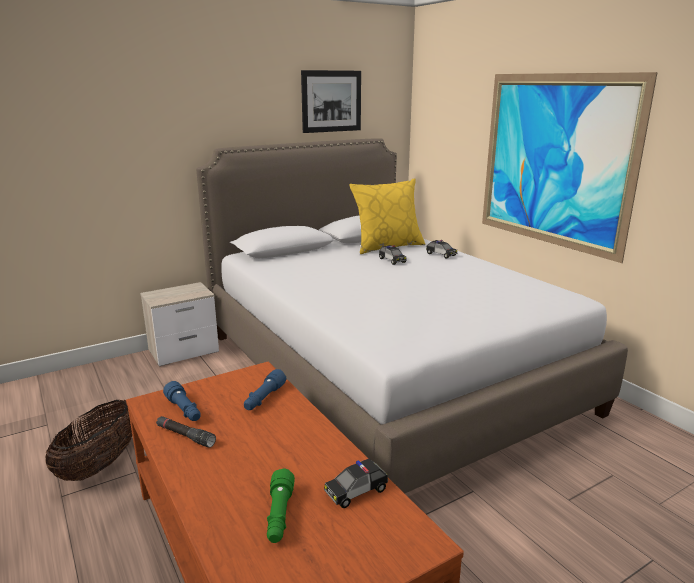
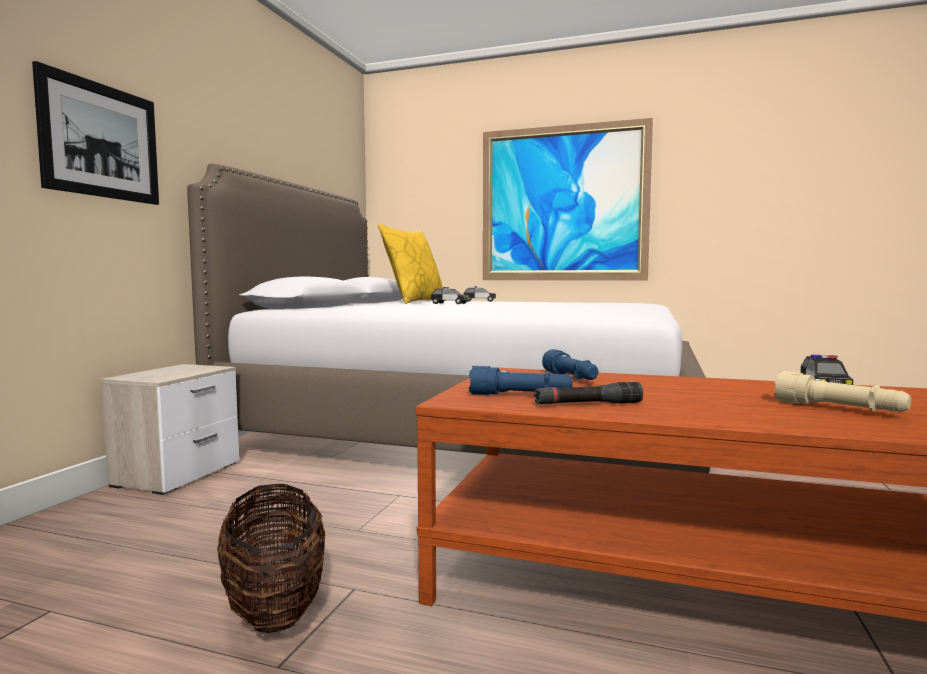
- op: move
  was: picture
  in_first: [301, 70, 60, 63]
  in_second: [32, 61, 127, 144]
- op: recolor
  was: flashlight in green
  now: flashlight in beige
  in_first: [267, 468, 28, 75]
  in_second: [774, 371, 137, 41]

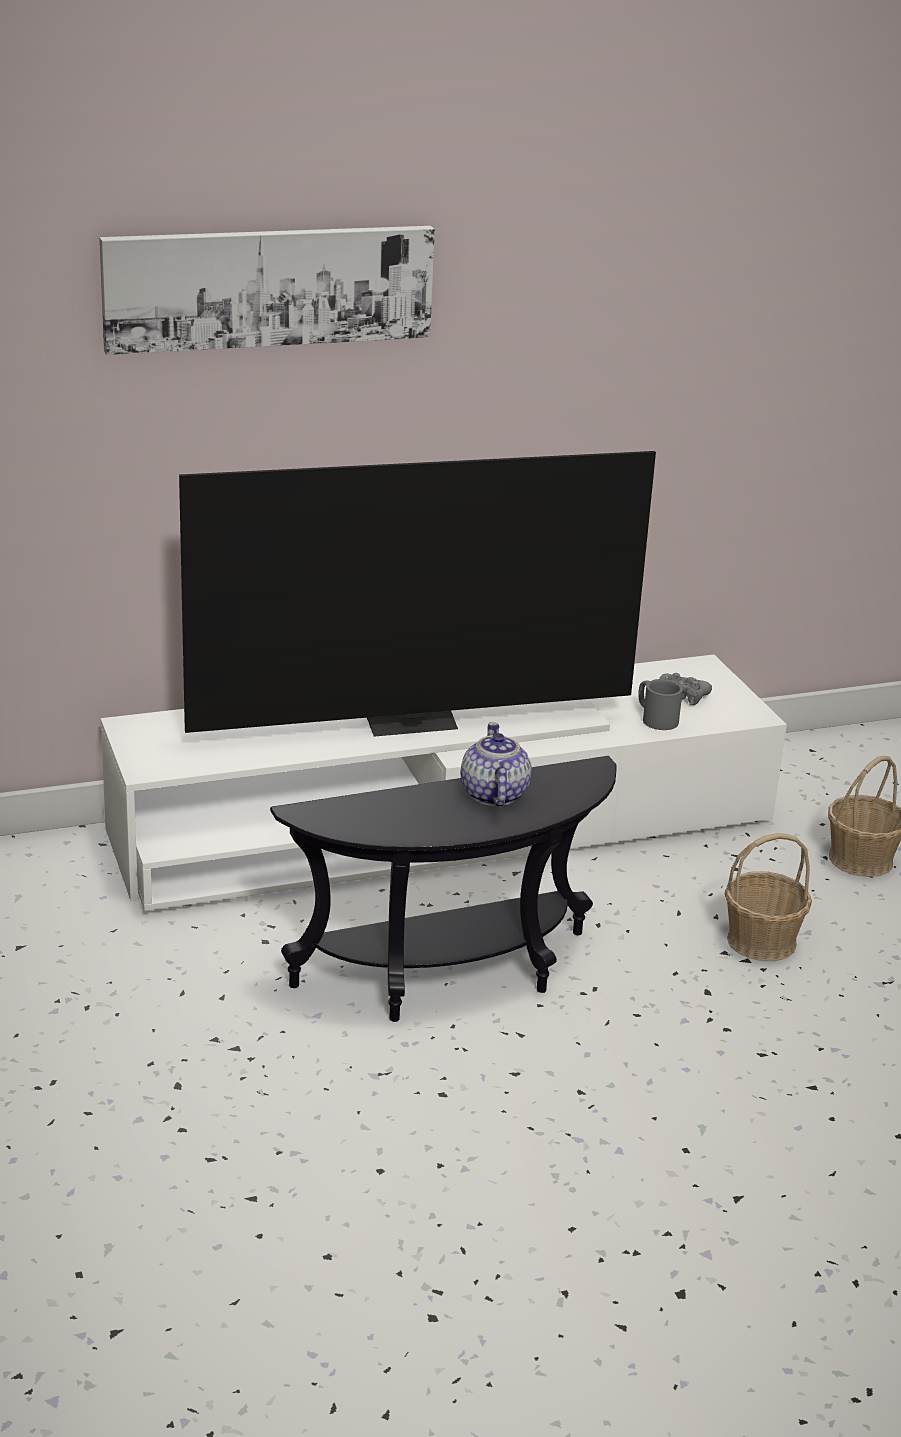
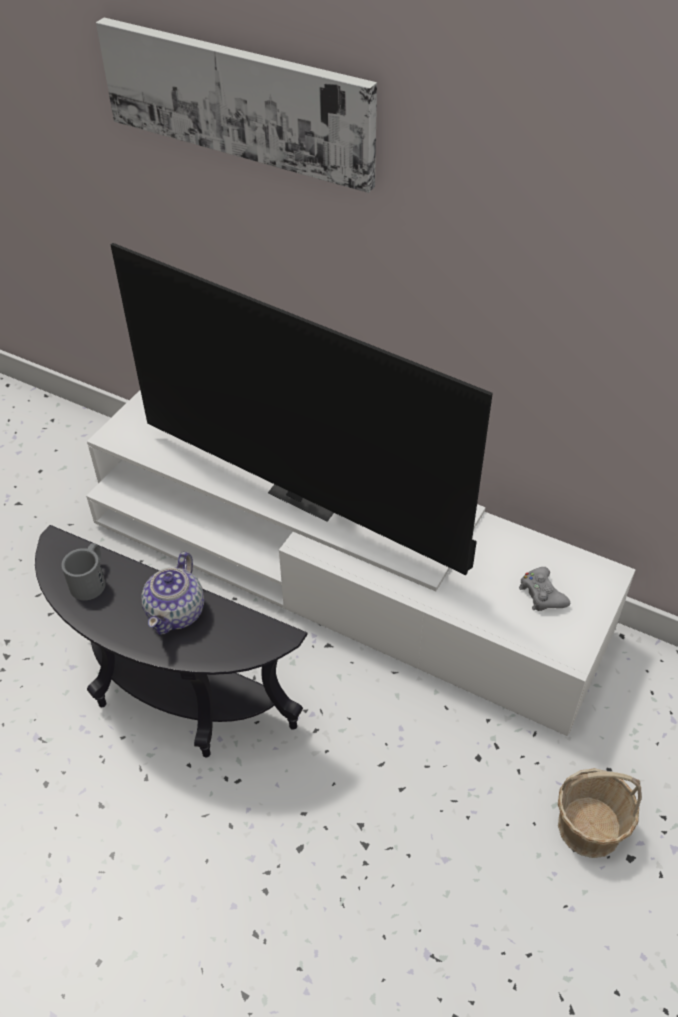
- op: move
  was: mug in grey
  in_first: [638, 679, 45, 51]
  in_second: [61, 543, 44, 57]
- op: rotate
  was: teapot
  in_first: [461, 722, 71, 84]
  in_second: [141, 552, 63, 83]
  clockwise: 150
- op: delete
  was: basket
  in_first: [725, 833, 87, 128]

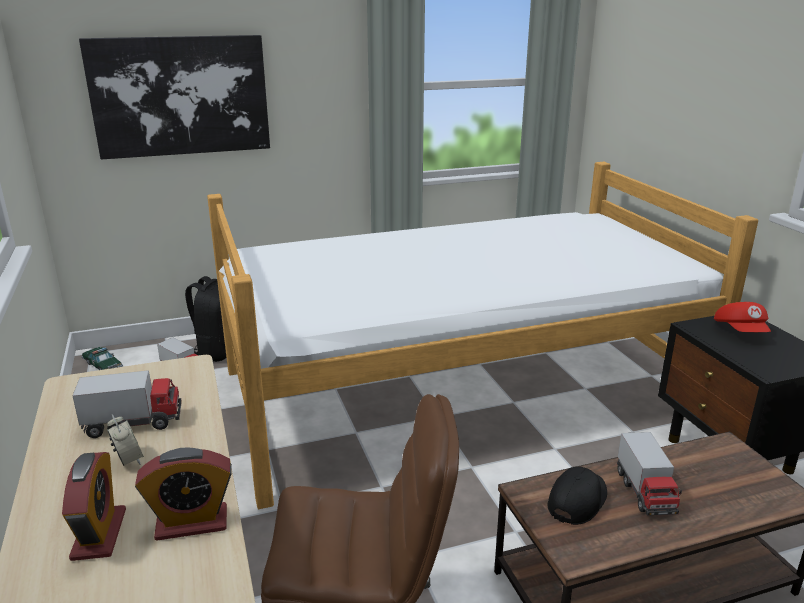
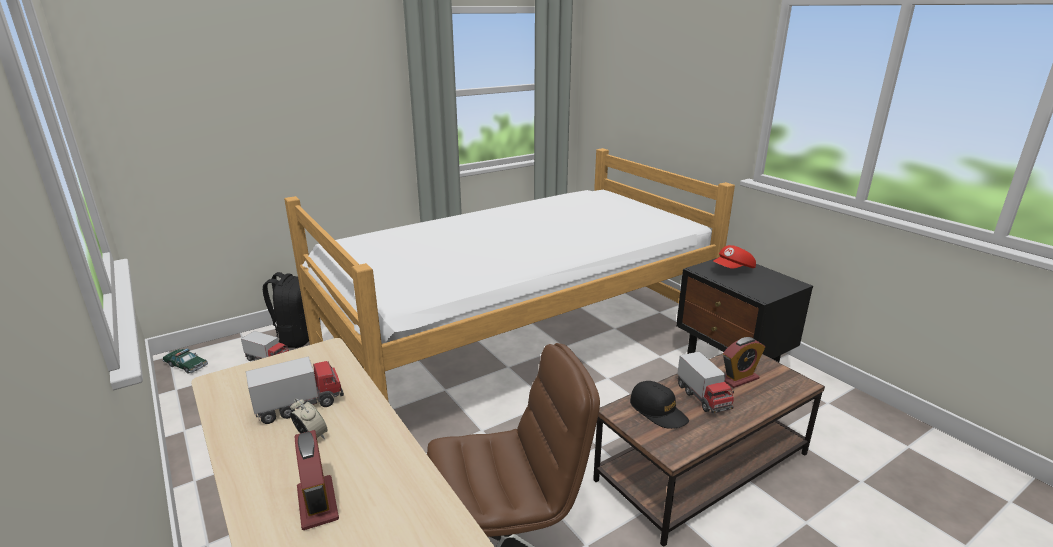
- op: delete
  was: picture
  in_first: [79, 35, 191, 124]
- op: rotate
  was: cap in red
  in_first: [714, 302, 57, 30]
  in_second: [713, 245, 43, 24]
  clockwise: 75
- op: move
  was: alarm clock
  in_first: [135, 448, 97, 93]
  in_second: [723, 337, 42, 51]
- op: rotate
  was: cap in black
  in_first: [548, 466, 59, 59]
  in_second: [630, 381, 59, 48]
  clockwise: 120

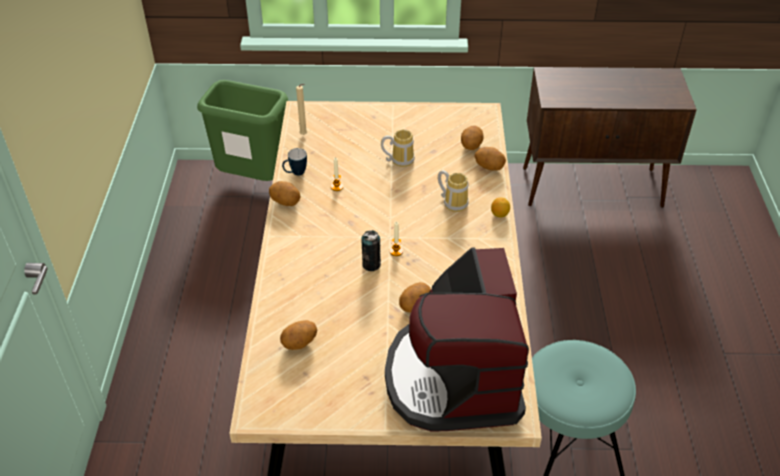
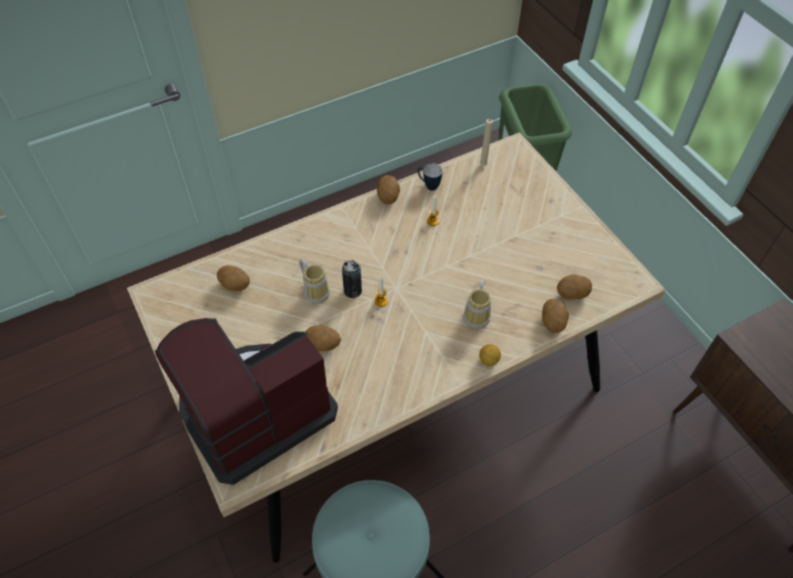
- op: move
  was: mug
  in_first: [381, 130, 34, 37]
  in_second: [299, 258, 31, 46]

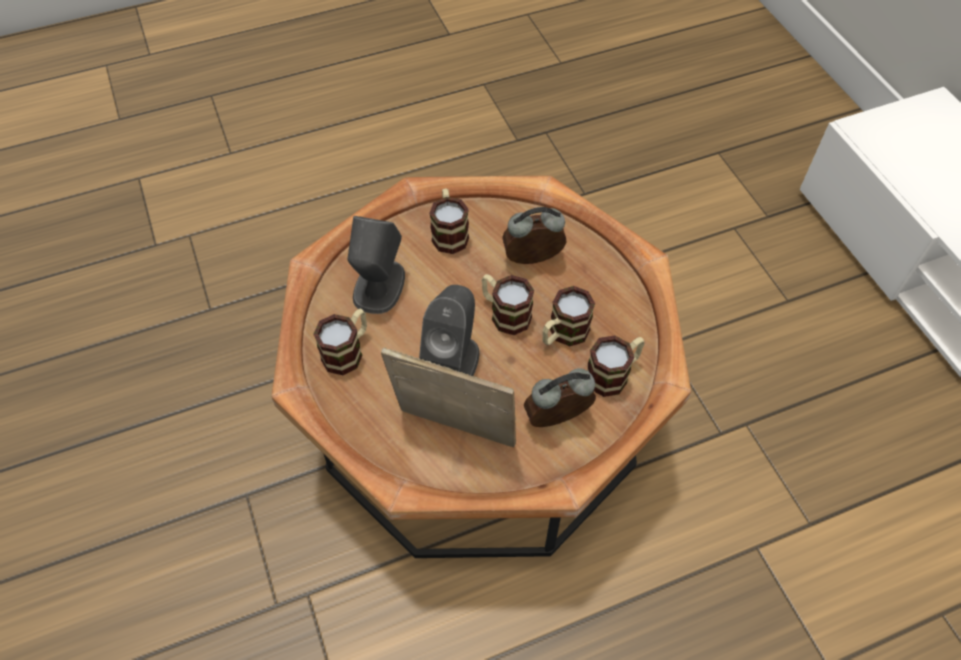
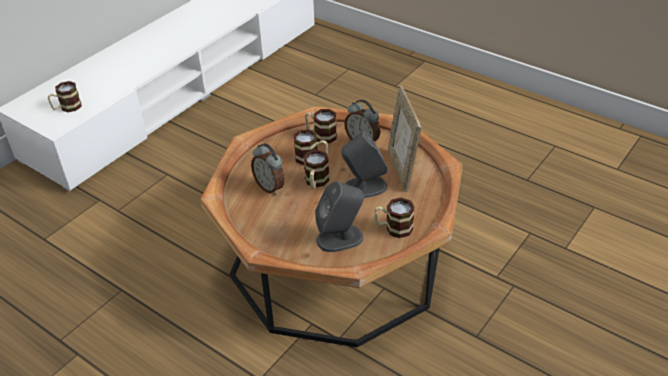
- op: move
  was: mug
  in_first: [429, 189, 40, 65]
  in_second: [48, 81, 34, 31]

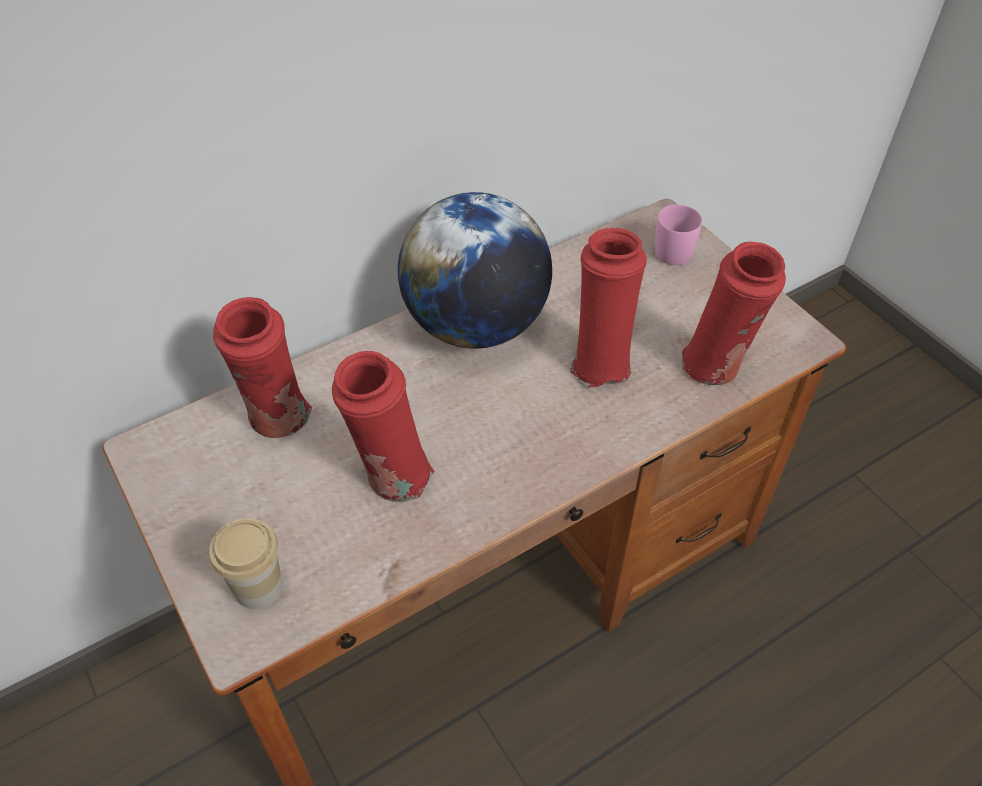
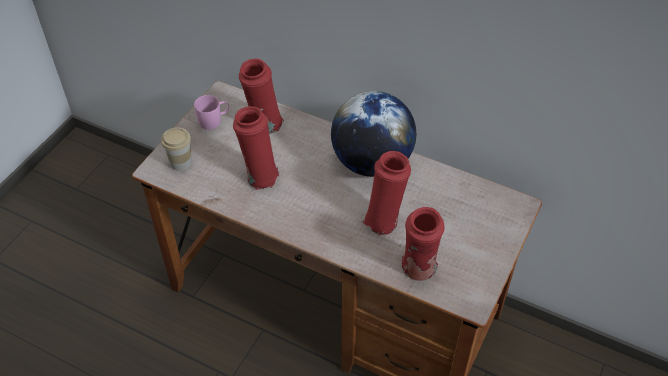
- op: move
  was: mug in pink
  in_first: [655, 205, 47, 60]
  in_second: [194, 95, 35, 35]

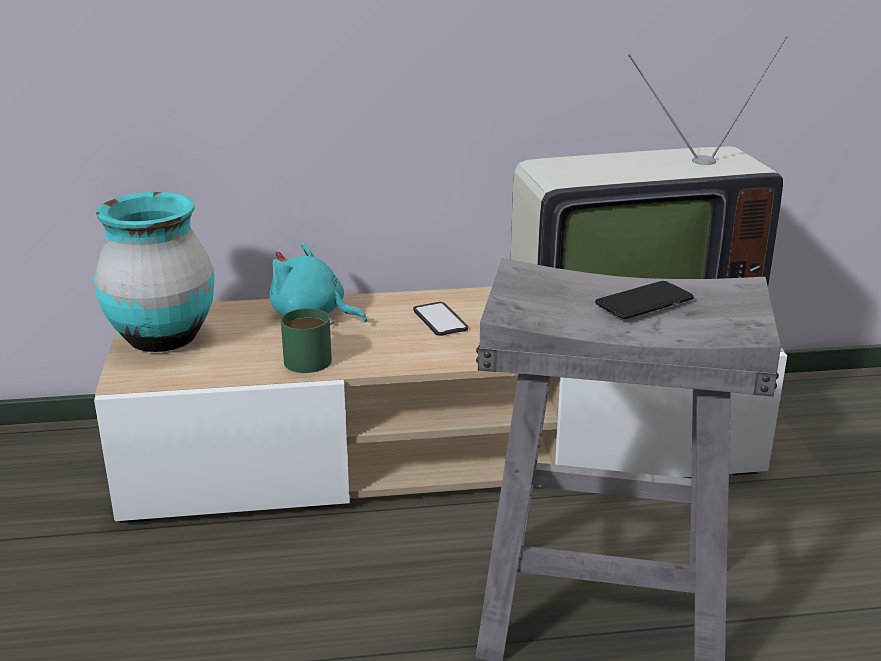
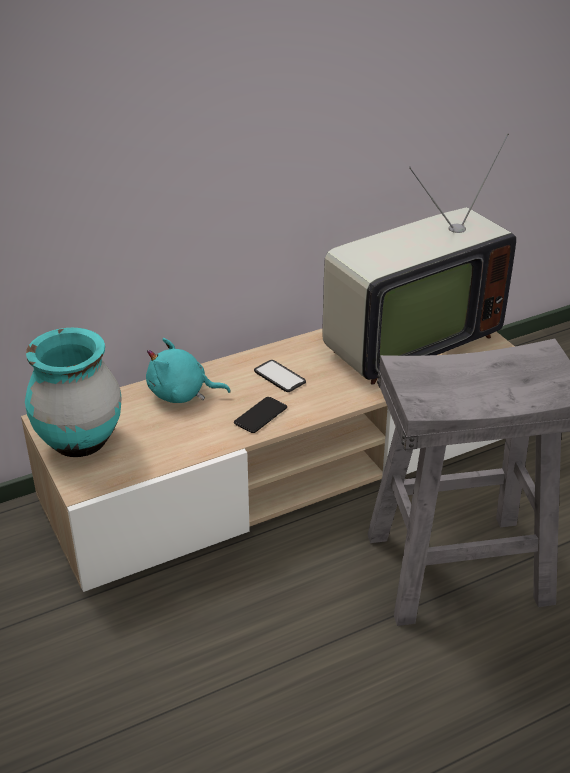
- op: move
  was: phone
  in_first: [595, 281, 99, 38]
  in_second: [234, 397, 53, 36]
- op: delete
  was: mug in green
  in_first: [281, 308, 51, 65]

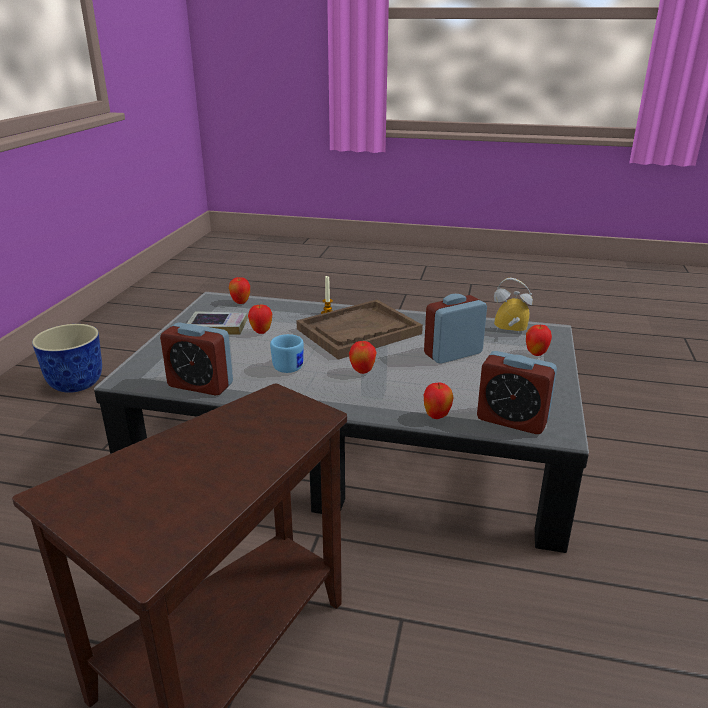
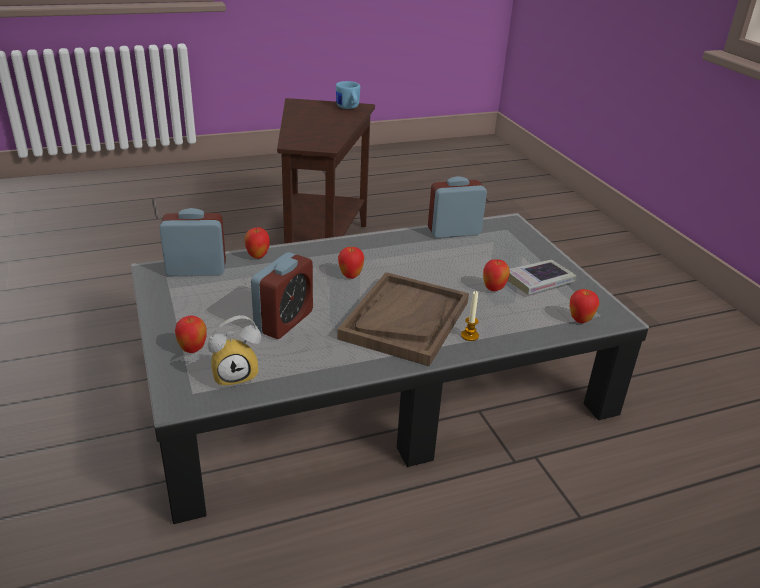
- op: delete
  was: planter
  in_first: [32, 324, 70, 69]
- op: move
  was: mug in blue
  in_first: [270, 334, 34, 39]
  in_second: [336, 81, 24, 28]

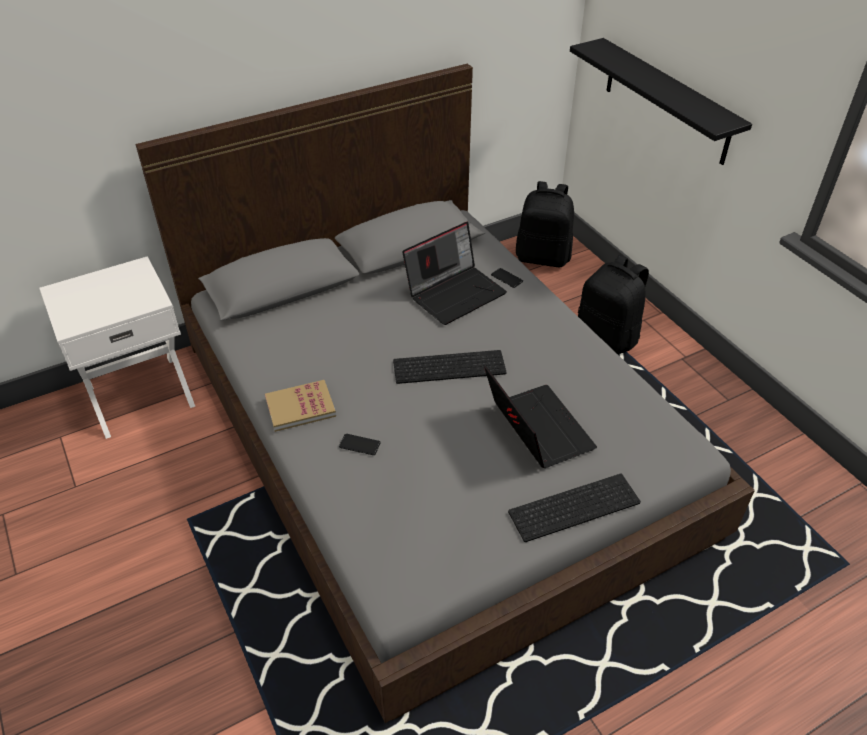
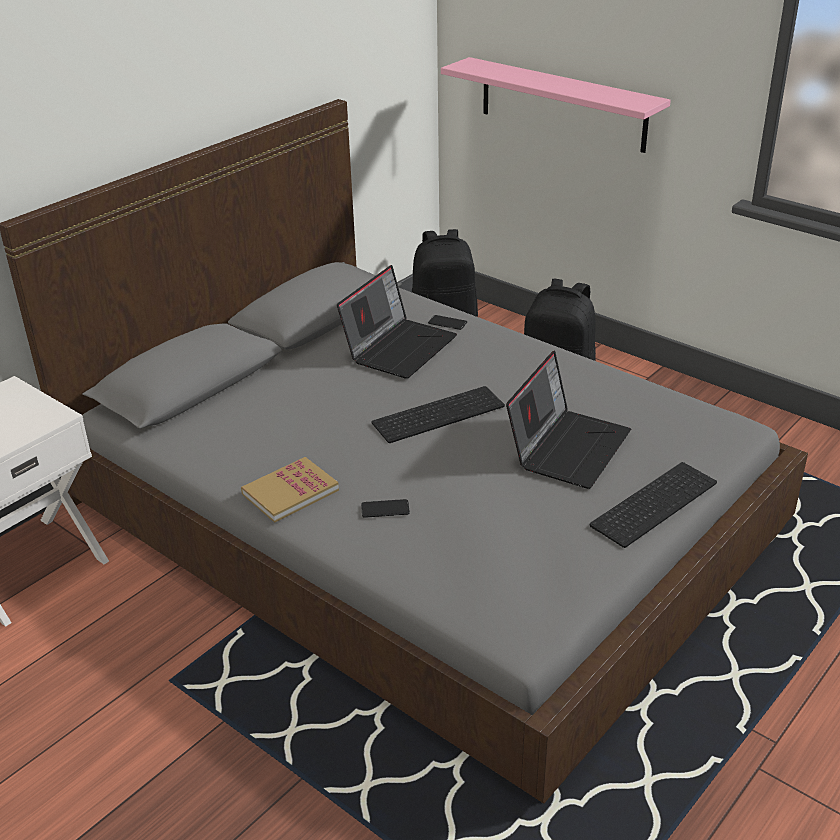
- op: recolor
  was: shelf in black
  now: shelf in pink
  in_first: [570, 38, 182, 127]
  in_second: [441, 57, 230, 96]
- op: rotate
  was: laptop
  in_first: [484, 365, 113, 103]
  in_second: [506, 350, 125, 139]
  clockwise: 75

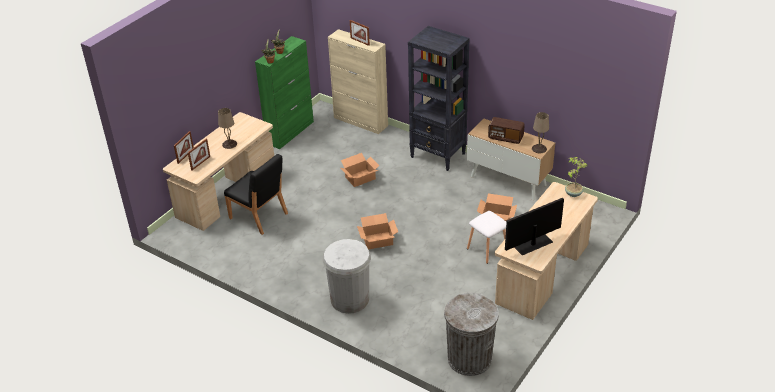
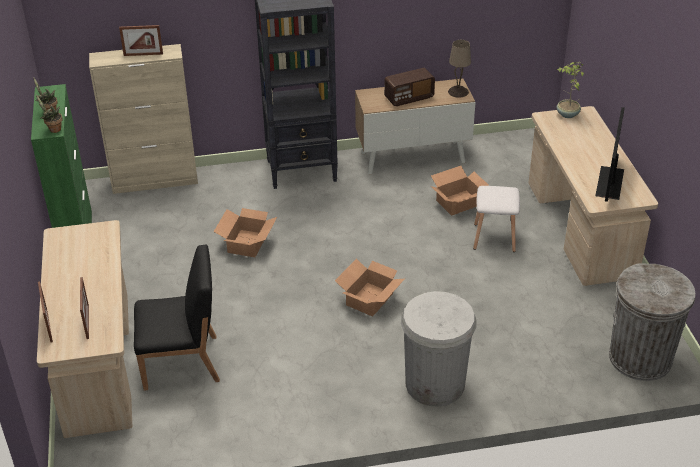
- op: delete
  was: table lamp in beige
  in_first: [218, 108, 19, 41]

